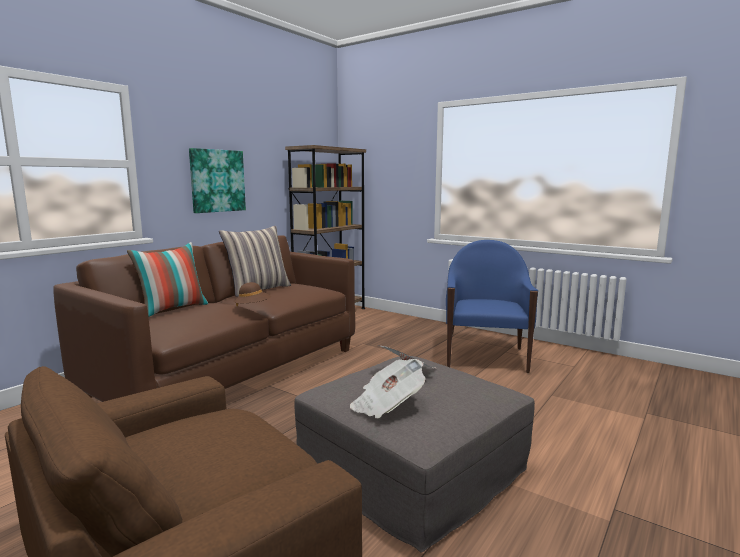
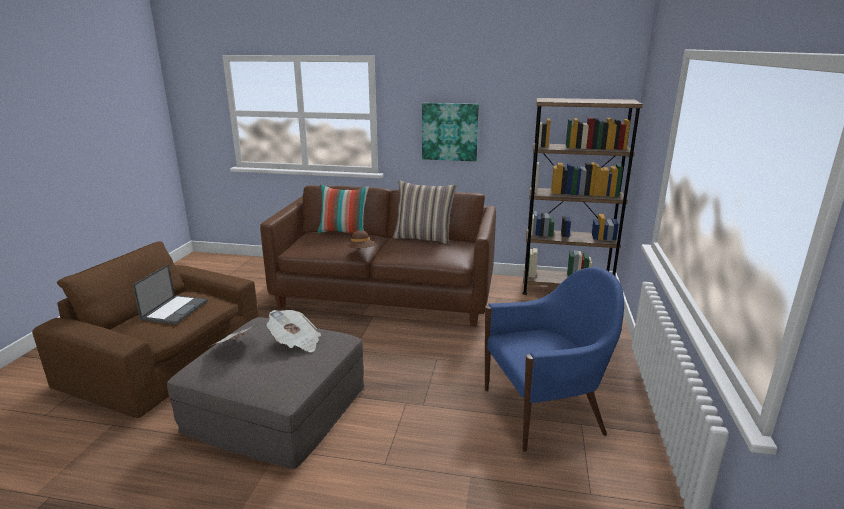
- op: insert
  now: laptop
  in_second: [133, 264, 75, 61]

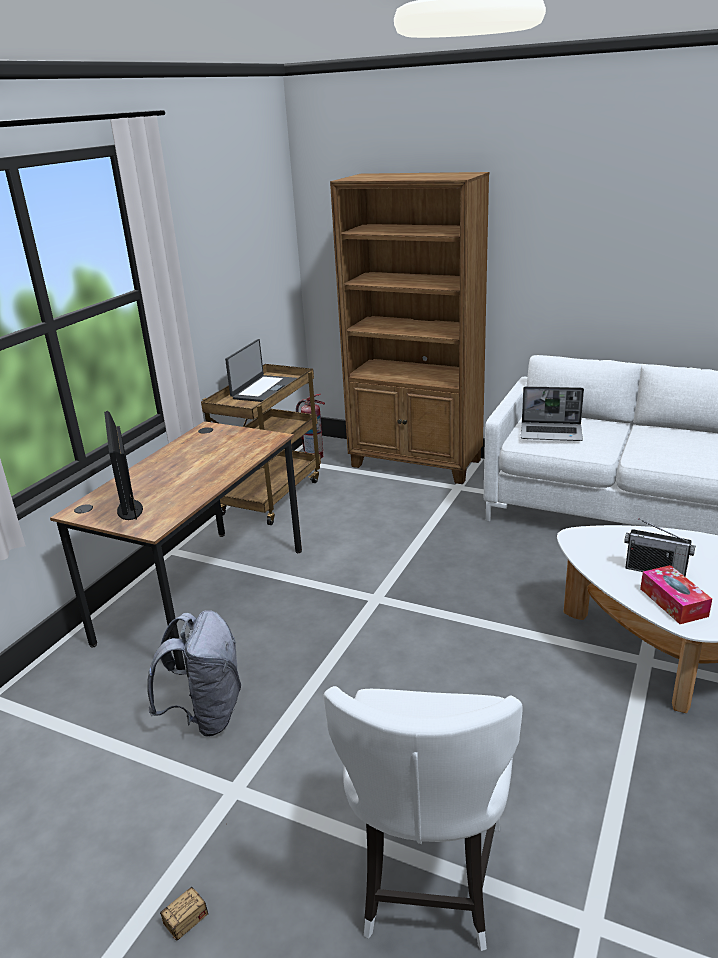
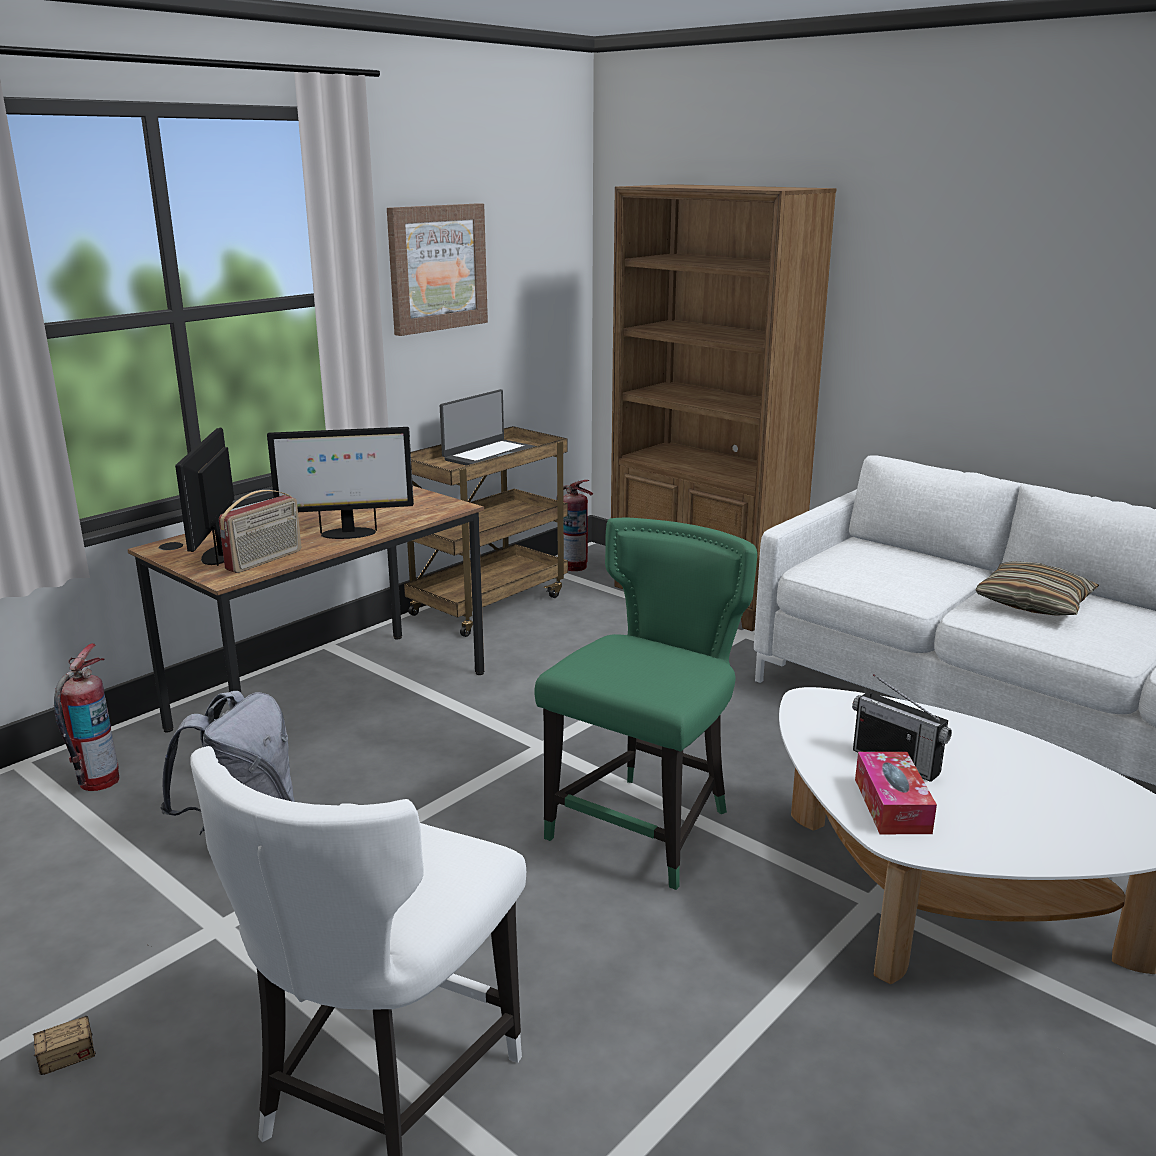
- op: delete
  was: laptop
  in_first: [521, 386, 63, 55]
- op: insert
  now: picture
  in_second: [387, 203, 101, 133]
- op: insert
  now: monitor
  in_second: [267, 427, 147, 112]
- op: insert
  now: radio
  in_second: [219, 490, 82, 83]
- op: insert
  now: chair in green
  in_second: [534, 518, 223, 372]
- op: insert
  now: pillow
  in_second: [976, 561, 123, 55]
- op: insert
  now: fire extinguisher
  in_second: [54, 643, 65, 148]

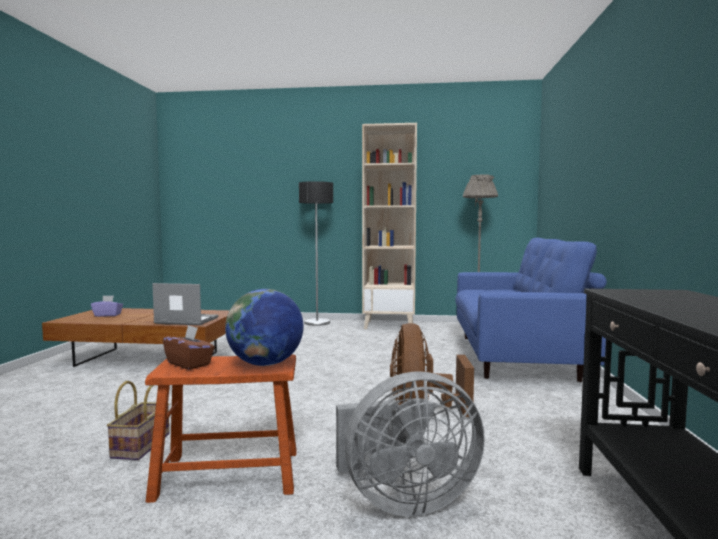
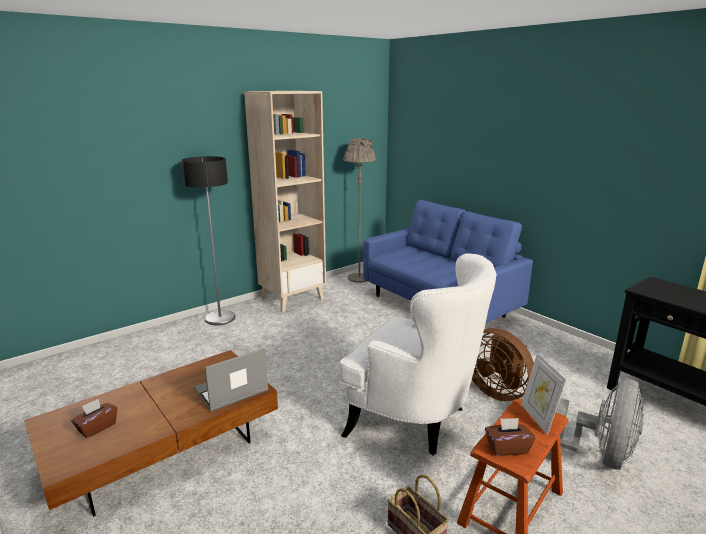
- op: replace
  was: globe
  now: picture frame
  in_first: [225, 289, 78, 77]
  in_second: [521, 353, 46, 82]
- op: recolor
  was: tissue box in purple
  now: tissue box in brown
  in_first: [91, 295, 32, 22]
  in_second: [71, 399, 46, 39]
- op: insert
  now: armchair in white
  in_second: [339, 253, 157, 203]

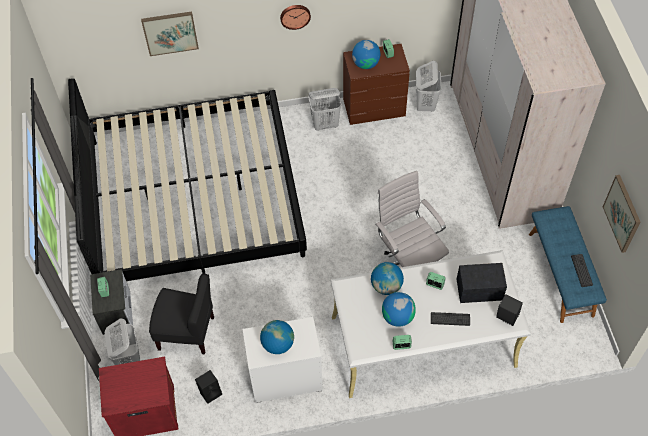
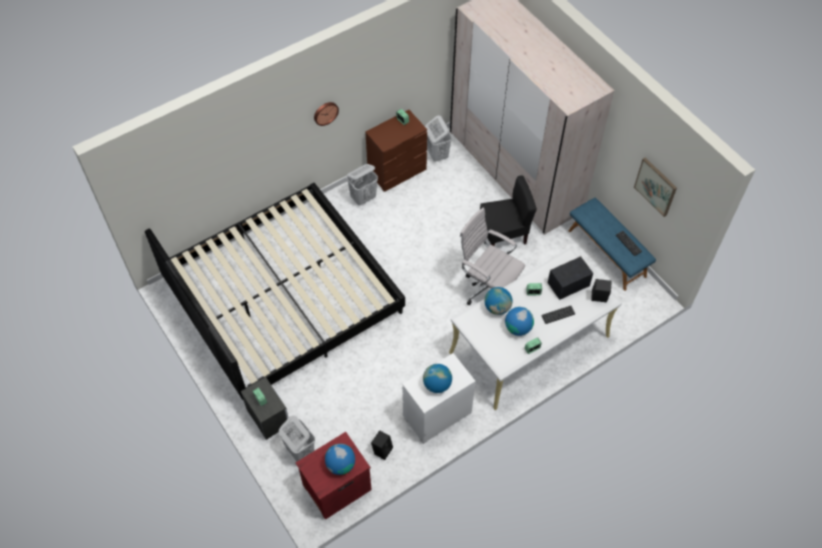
- op: delete
  was: picture
  in_first: [141, 12, 58, 44]
- op: move
  was: globe
  in_first: [352, 40, 28, 29]
  in_second: [325, 444, 30, 31]
- op: move
  was: chair in black
  in_first: [149, 274, 65, 80]
  in_second: [480, 175, 57, 71]

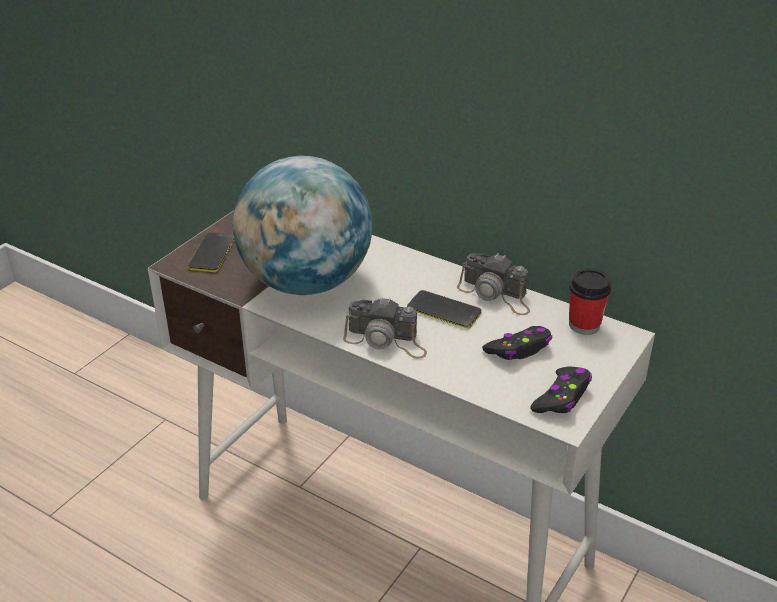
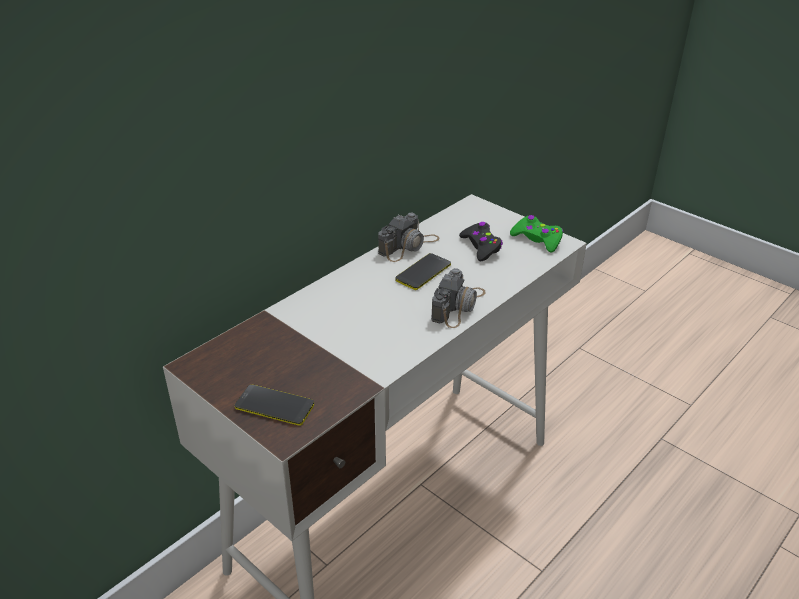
- op: delete
  was: globe
  in_first: [233, 156, 140, 139]
- op: delete
  was: cup
  in_first: [569, 268, 43, 67]
- op: recolor
  was: game controller in black
  now: game controller in green
  in_first: [530, 367, 62, 46]
  in_second: [510, 215, 54, 38]

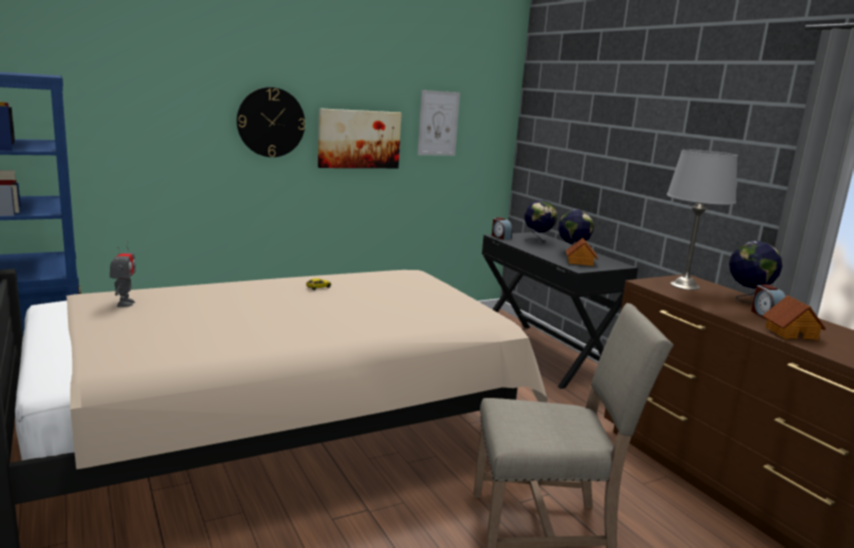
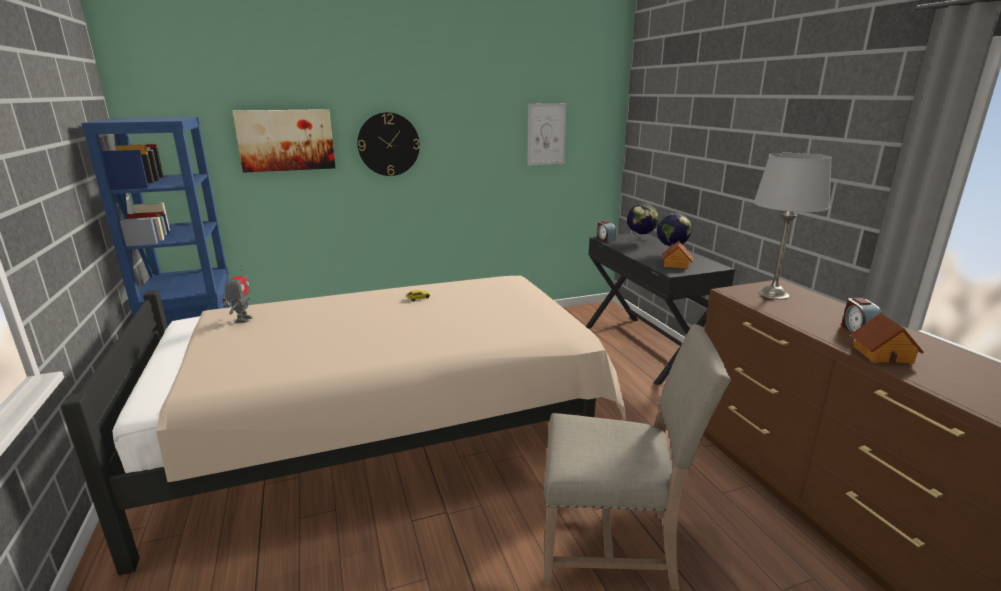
- op: move
  was: picture
  in_first: [318, 108, 84, 60]
  in_second: [233, 109, 103, 64]
- op: delete
  was: globe
  in_first: [729, 241, 53, 63]

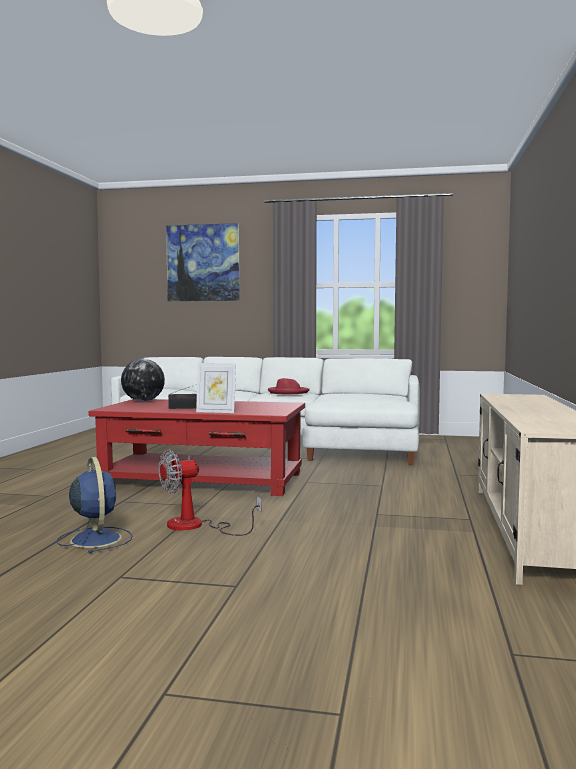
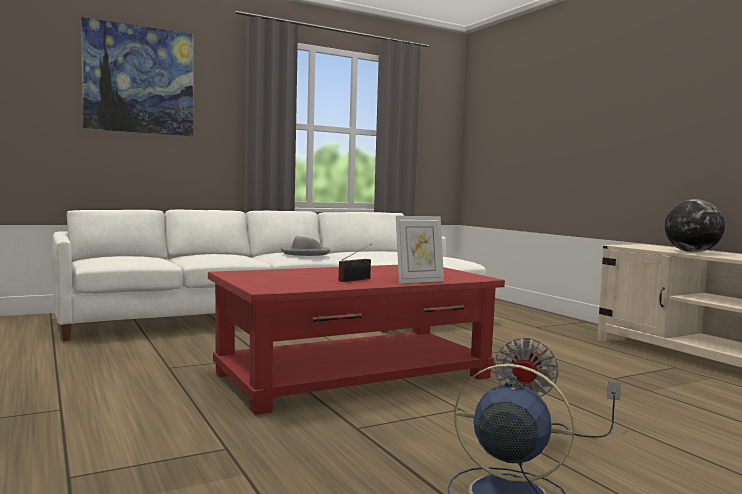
- op: move
  was: globe
  in_first: [121, 359, 44, 42]
  in_second: [665, 199, 60, 54]
- op: recolor
  was: hat in red
  now: hat in grey
  in_first: [268, 378, 42, 16]
  in_second: [281, 236, 49, 20]

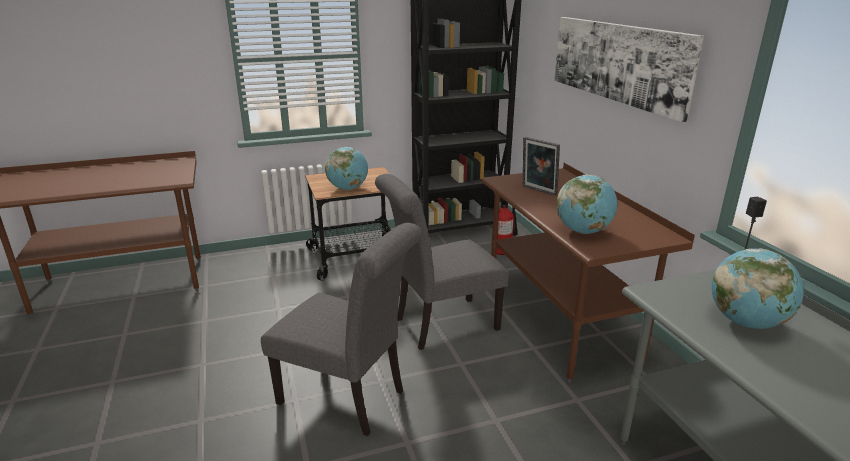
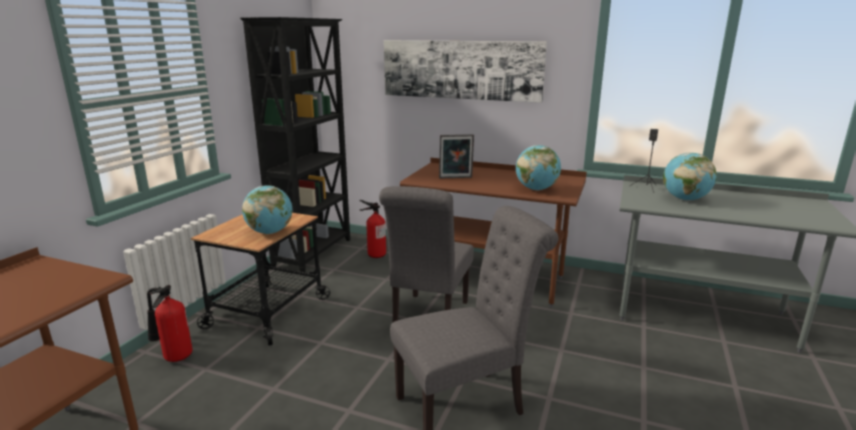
- op: insert
  now: fire extinguisher
  in_second: [147, 285, 46, 77]

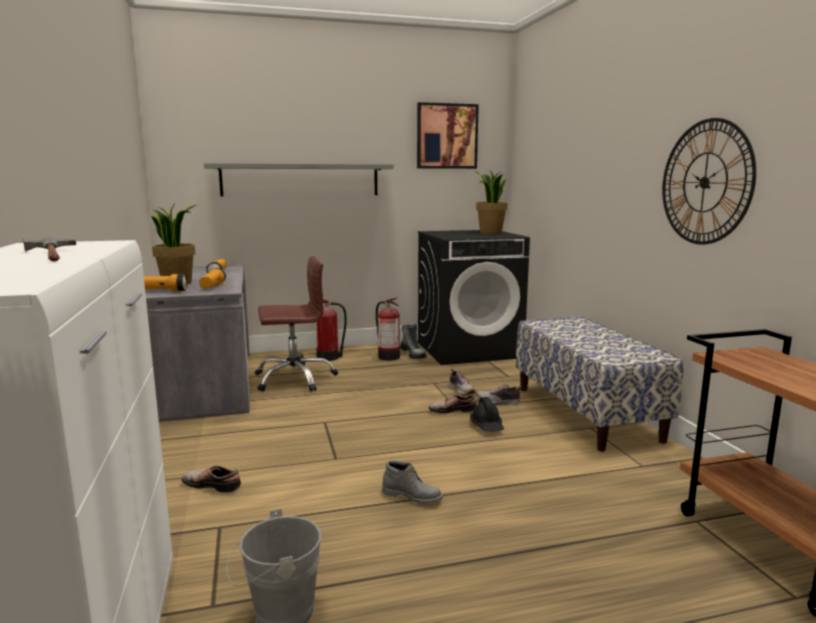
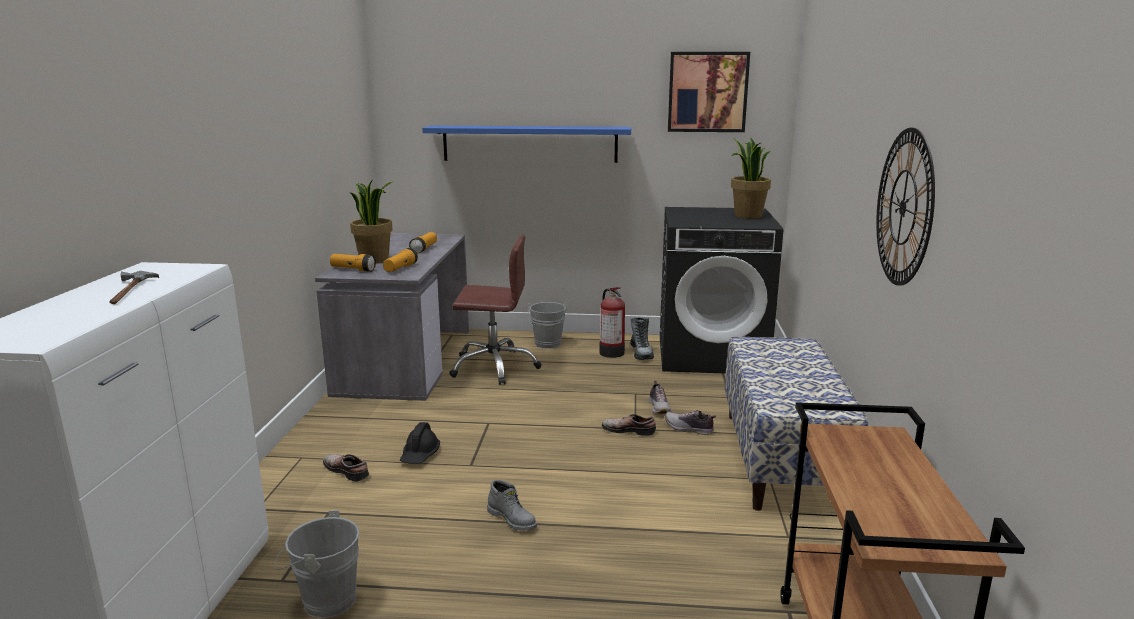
- op: recolor
  was: shelf in grey
  now: shelf in blue
  in_first: [204, 163, 190, 33]
  in_second: [422, 126, 209, 37]
- op: replace
  was: fire extinguisher
  now: bucket in grey
  in_first: [316, 299, 31, 62]
  in_second: [528, 302, 39, 47]
- op: move
  was: hard hat in black
  in_first: [470, 397, 34, 34]
  in_second: [400, 422, 40, 42]

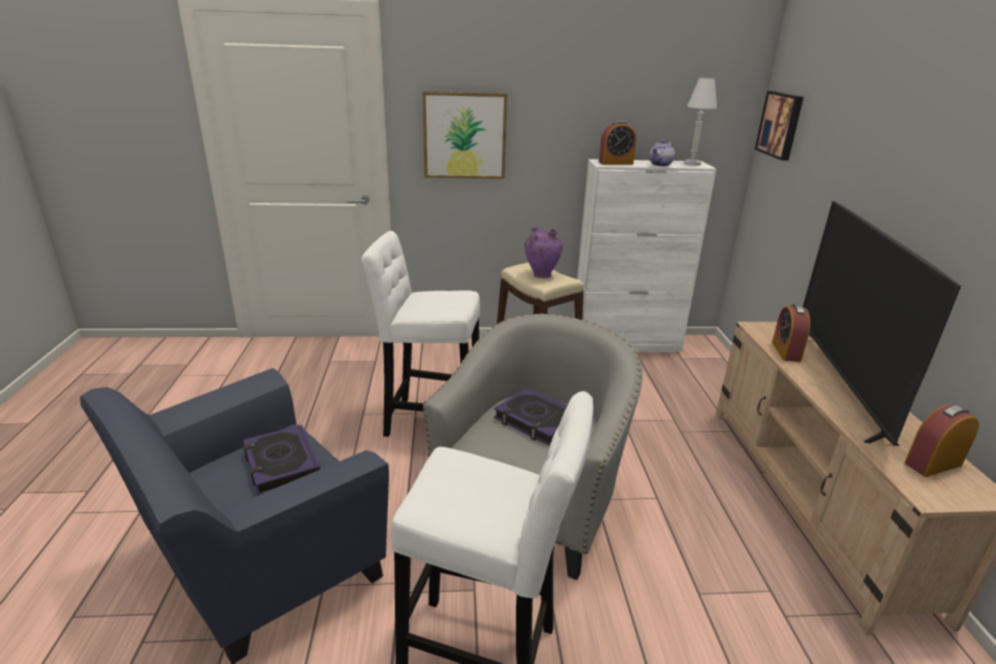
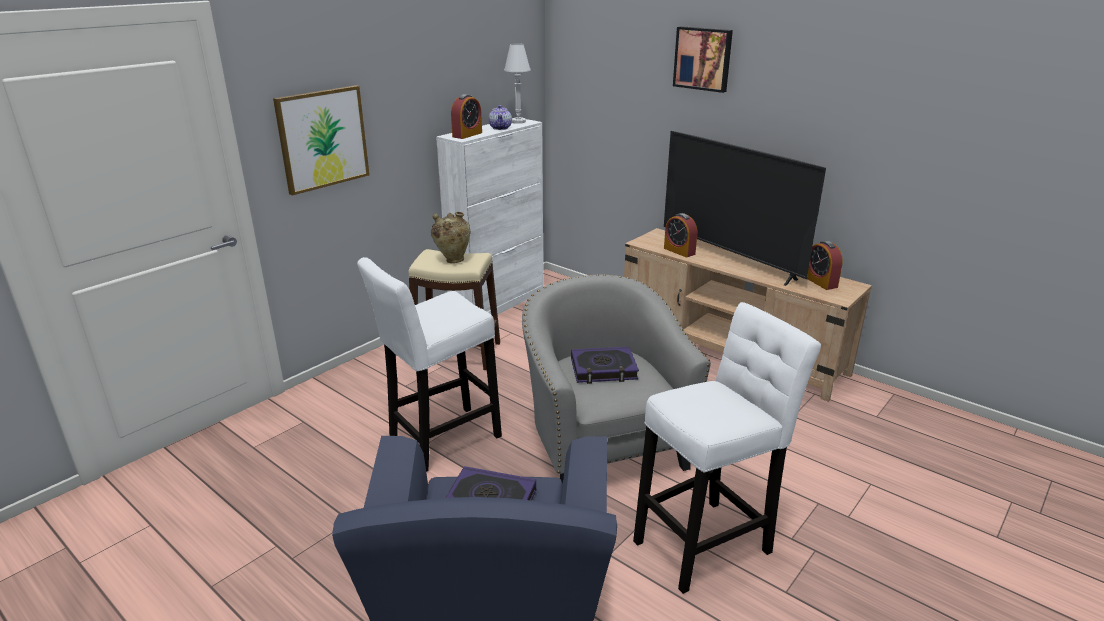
- op: move
  was: picture
  in_first: [755, 91, 49, 69]
  in_second: [673, 26, 60, 67]
- op: recolor
  was: vase in purple
  now: vase in beige
  in_first: [525, 226, 38, 52]
  in_second: [431, 212, 40, 51]
- op: rotate
  was: alarm clock
  in_first: [904, 405, 75, 72]
  in_second: [807, 241, 36, 49]
  clockwise: -45

